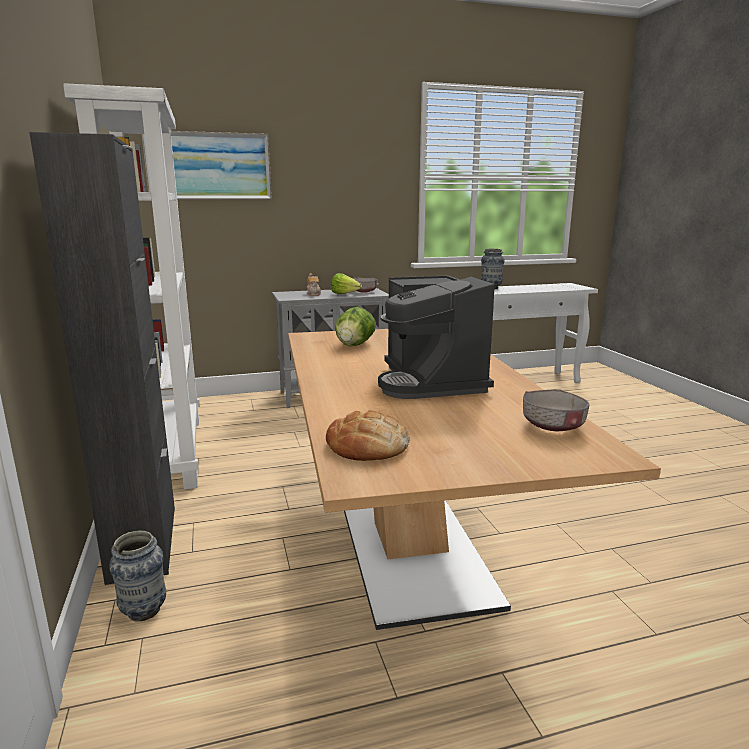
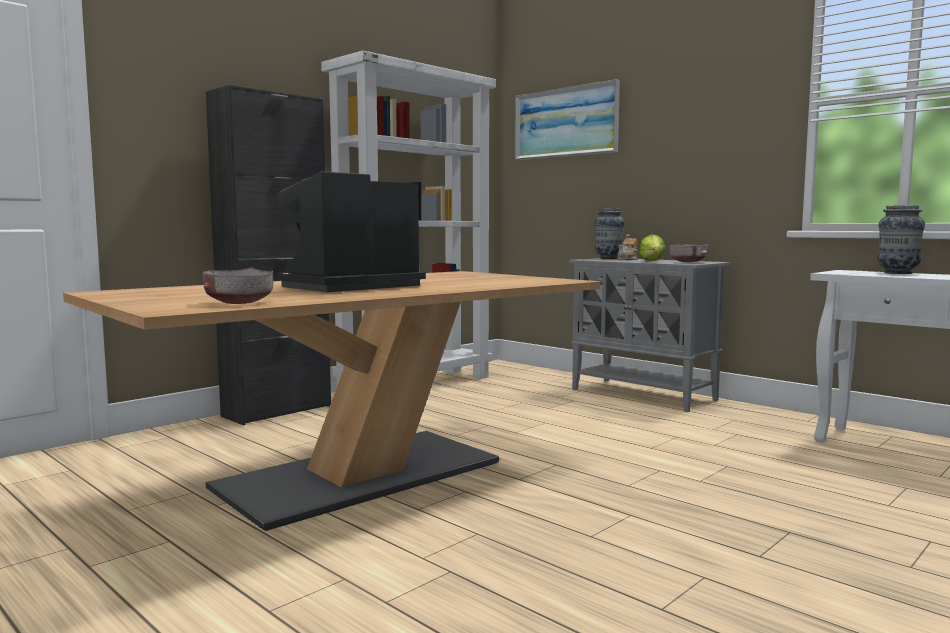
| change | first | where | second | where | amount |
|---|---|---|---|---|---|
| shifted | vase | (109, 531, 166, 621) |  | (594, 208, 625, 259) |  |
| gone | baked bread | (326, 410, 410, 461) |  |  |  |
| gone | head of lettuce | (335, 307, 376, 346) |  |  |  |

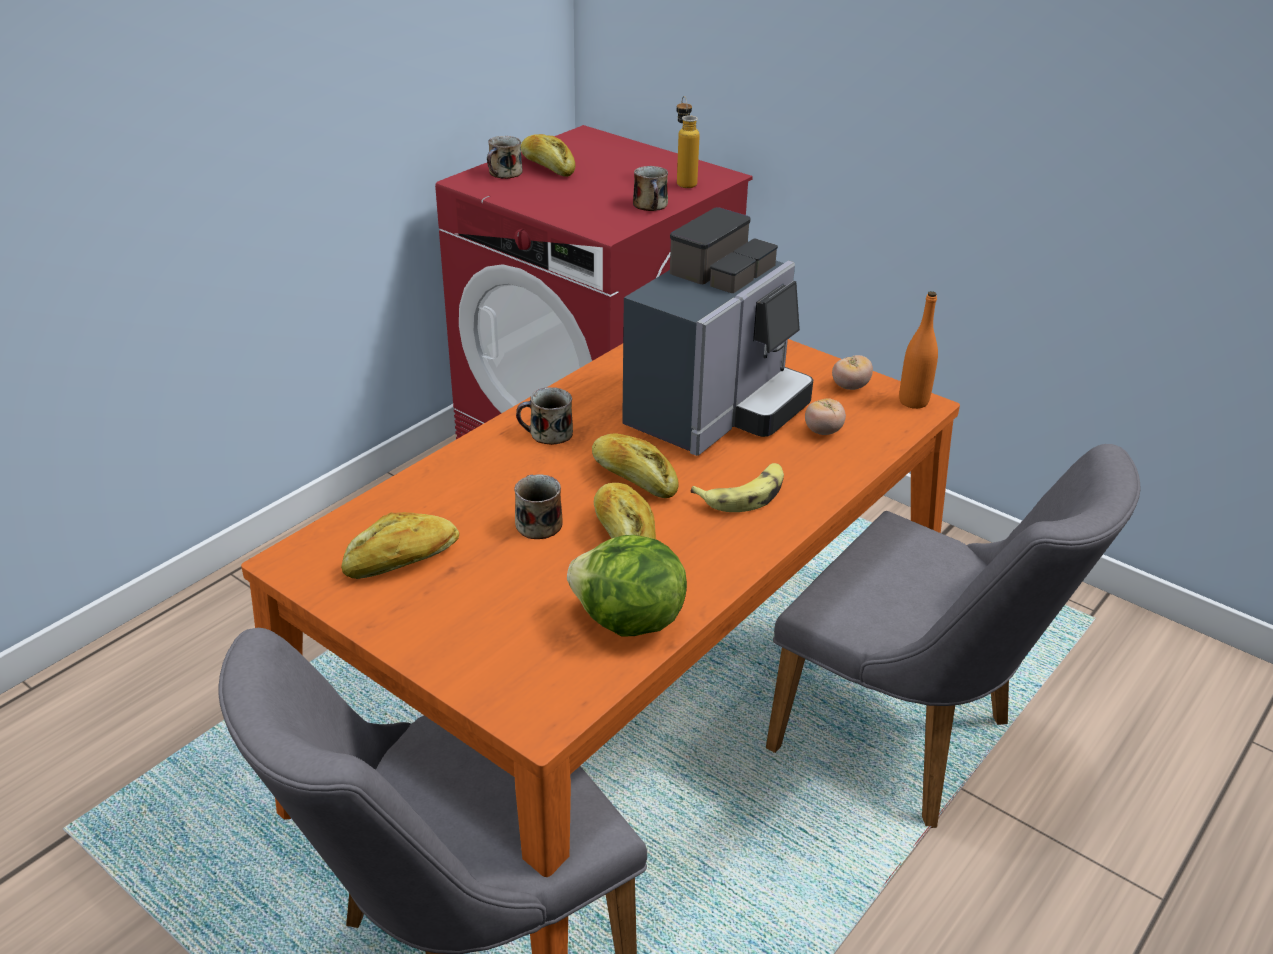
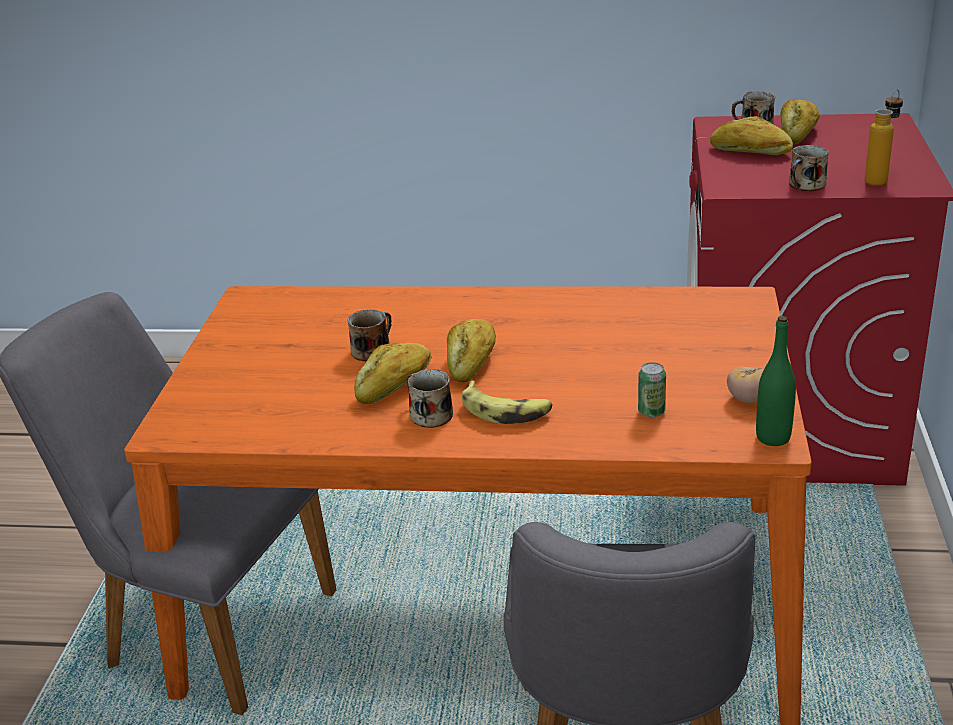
| change | first | where | second | where | amount |
|---|---|---|---|---|---|
| shifted | tea mug | (516, 387, 573, 445) |  | (407, 369, 453, 428) |  |
| swapped | whole tomato | (805, 398, 846, 435) | metal can | (638, 362, 666, 417) |  |
| shifted | baked bread | (341, 512, 459, 579) |  | (710, 116, 793, 155) |  |
| repainted | orange-coloured bottle | (899, 291, 938, 409) | green bottle | (756, 316, 796, 446) |  |
| gone | head of lettuce | (567, 535, 687, 637) |  |  |  |
| gone | coffee maker | (622, 207, 813, 456) |  |  |  |

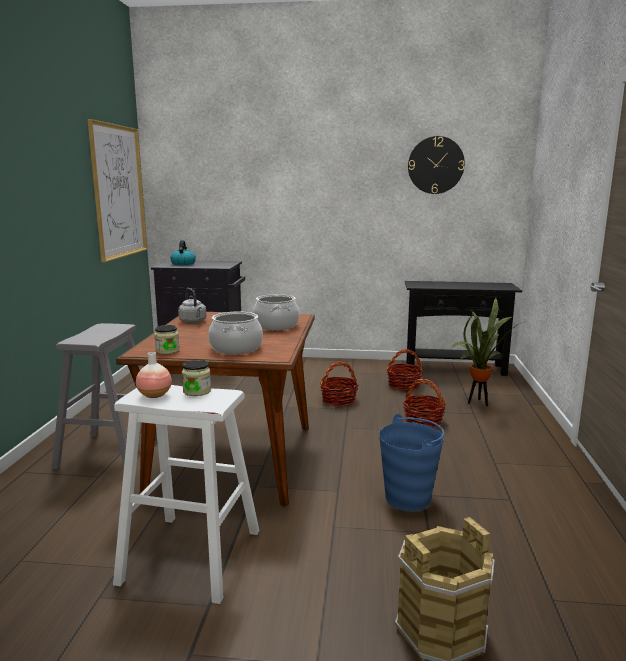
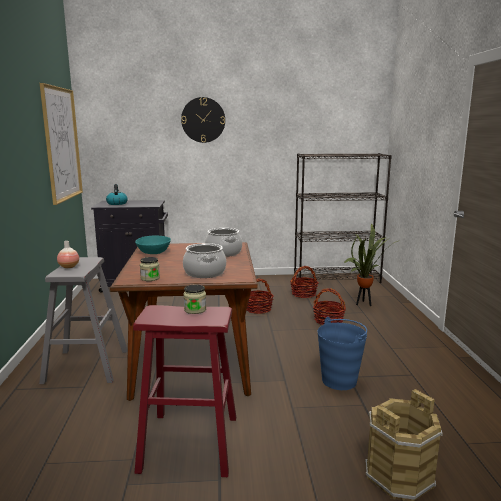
| change | first | where | second | where | amount |
|---|---|---|---|---|---|
| shifted | vase | (136, 352, 172, 398) |  | (57, 241, 79, 268) |  |
| repainted | white-coloured stool | (113, 385, 260, 604) | red stool | (133, 305, 236, 477) |  |
| swapped | greyish tea kettle | (178, 288, 206, 323) | turquoise deep dish | (135, 236, 171, 254) |  |
| shifted | clock on the wall | (408, 136, 465, 194) |  | (181, 97, 225, 143) |  |
| swapped | blackish narrow table | (405, 281, 522, 376) | blackish shelving unit | (294, 153, 392, 283) |  |

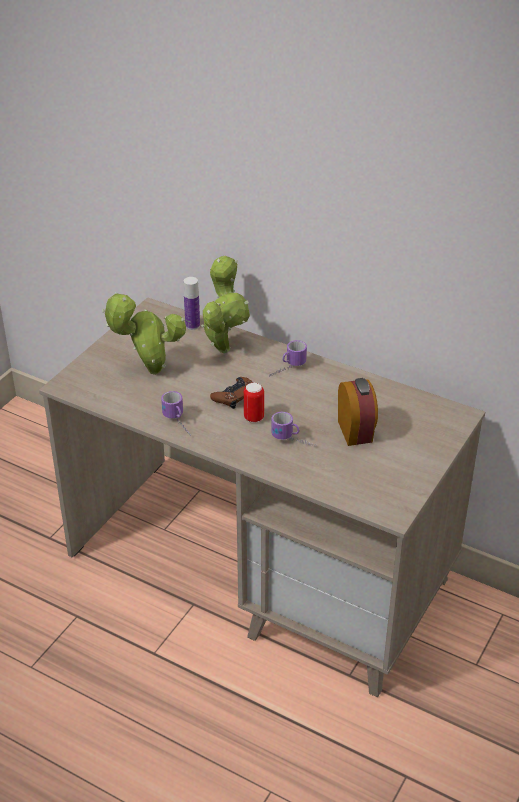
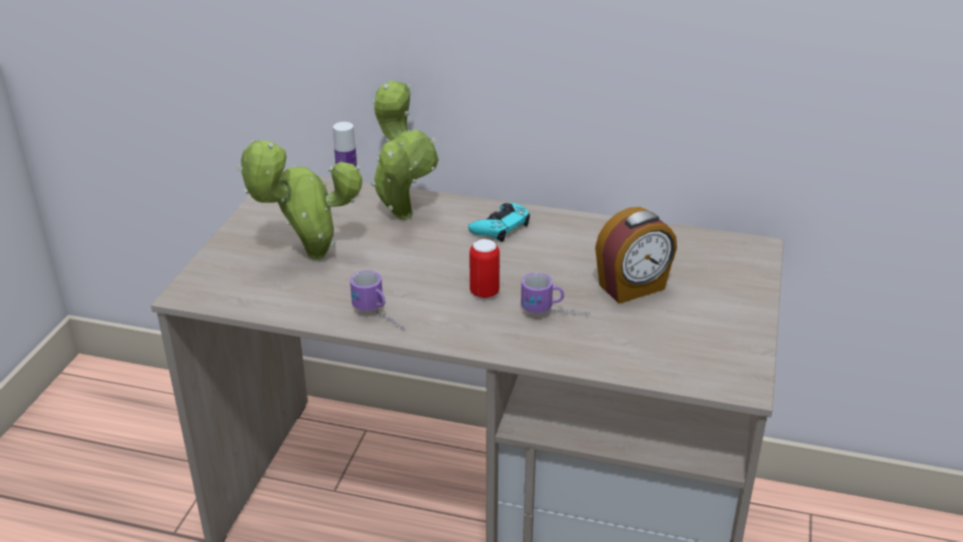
| change | first | where | second | where | amount |
|---|---|---|---|---|---|
| swapped | tea mug | (269, 340, 307, 377) | turquoise gamepad | (468, 203, 530, 242) |  |
| rotated | alarm clock | (338, 378, 378, 446) |  | (595, 207, 677, 304) | 90 degrees clockwise |
| gone | brownish gamepad | (210, 377, 254, 409) |  |  |  |

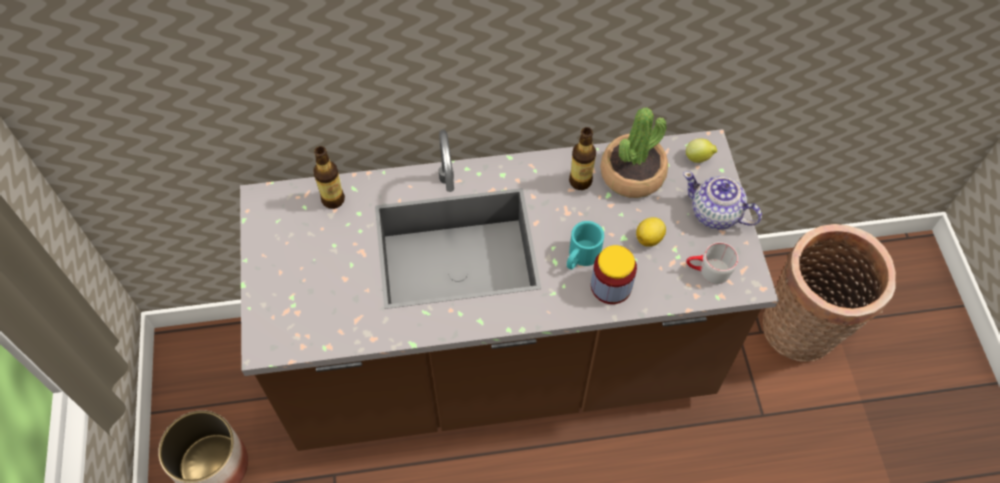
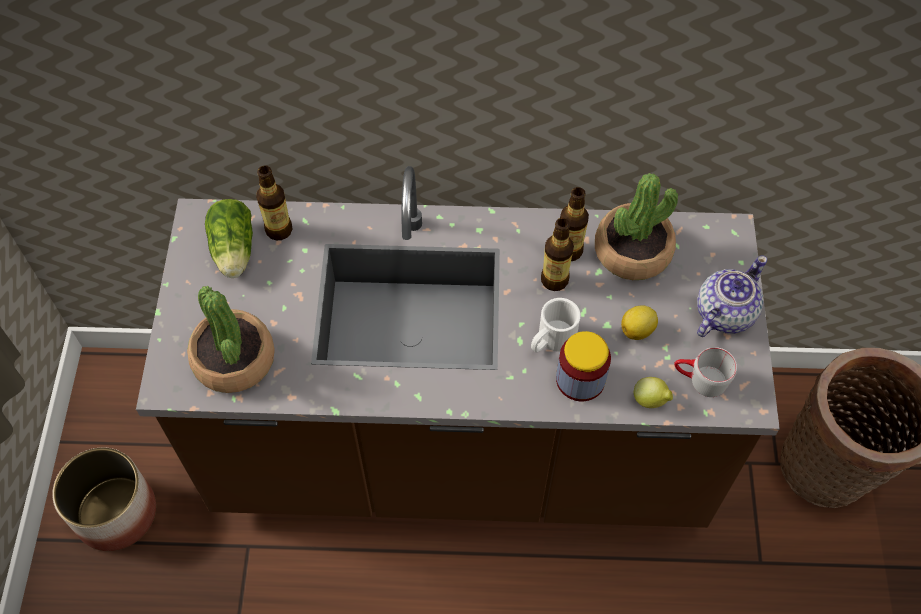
| change | first | where | second | where | amount |
|---|---|---|---|---|---|
| new |  |  | potted plant | (187, 286, 275, 393) |  |
| new |  |  | head of lettuce | (205, 199, 253, 278) |  |
| repainted | turquoise tea mug | (567, 221, 604, 270) | white-coloured tea mug | (531, 298, 581, 353) |  |
| new |  |  | bottle | (541, 218, 574, 291) |  |
| shifted | whole lemon | (686, 138, 717, 163) |  | (634, 377, 673, 408) |  |
| rotated | teapot | (683, 171, 762, 230) |  | (697, 255, 767, 337) | 90 degrees clockwise |

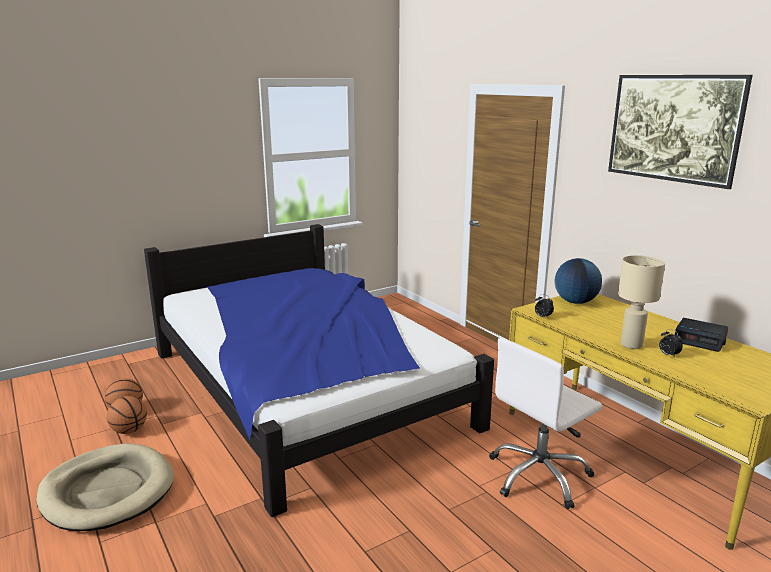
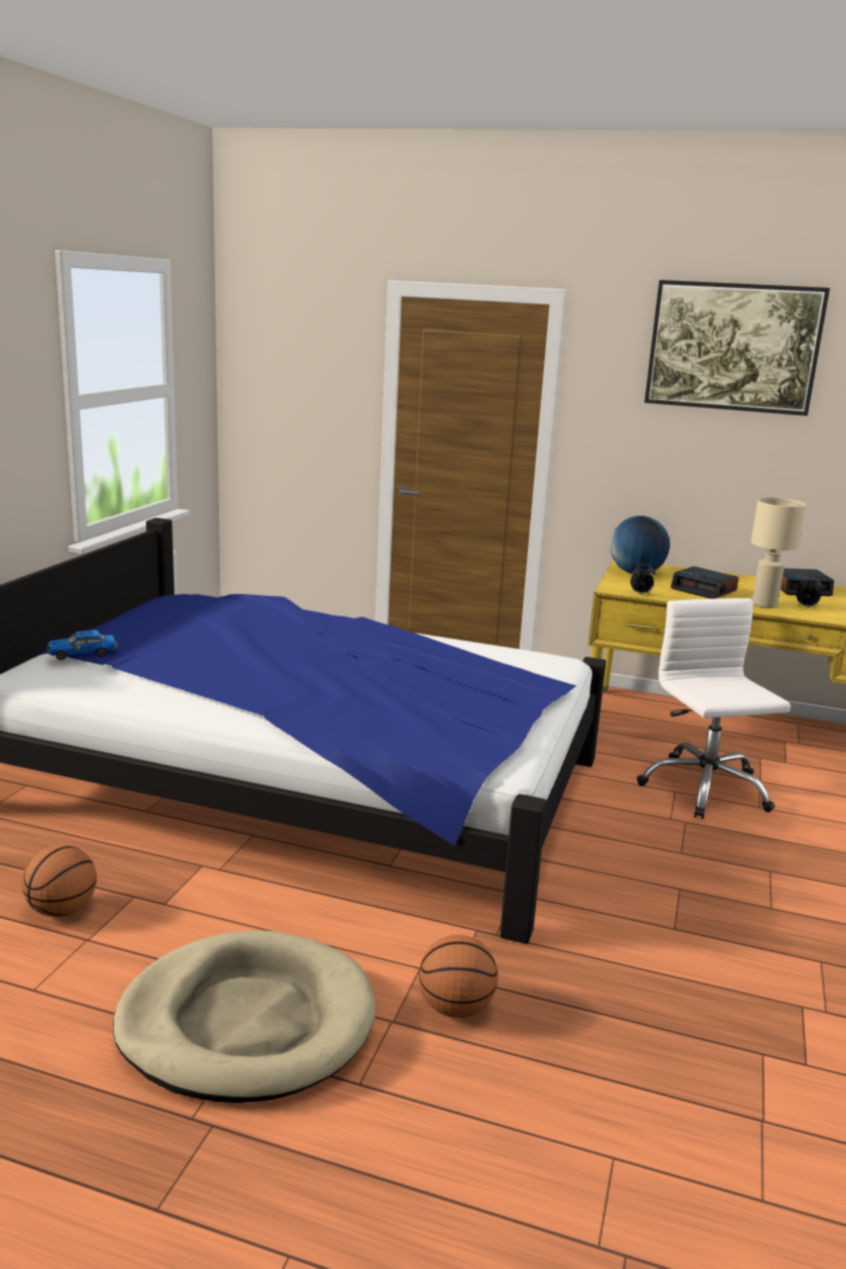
| change | first | where | second | where | amount |
|---|---|---|---|---|---|
| new |  |  | miniature car | (47, 630, 118, 660) |  |
| shifted | basketball ball | (107, 396, 147, 434) |  | (419, 935, 498, 1018) |  |
| rotated | white-coloured computer chair | (489, 338, 602, 509) |  | (637, 598, 791, 819) | 150 degrees clockwise |
| new |  |  | alarm clock | (671, 566, 739, 599) |  |

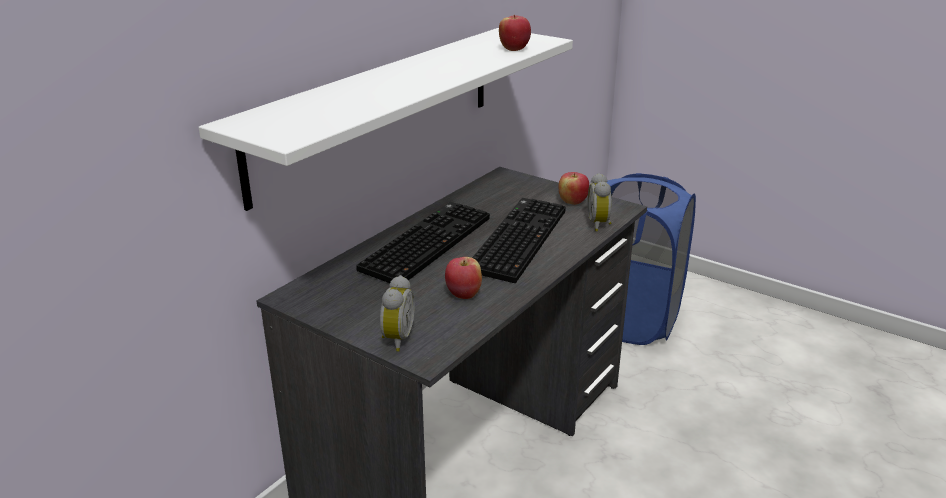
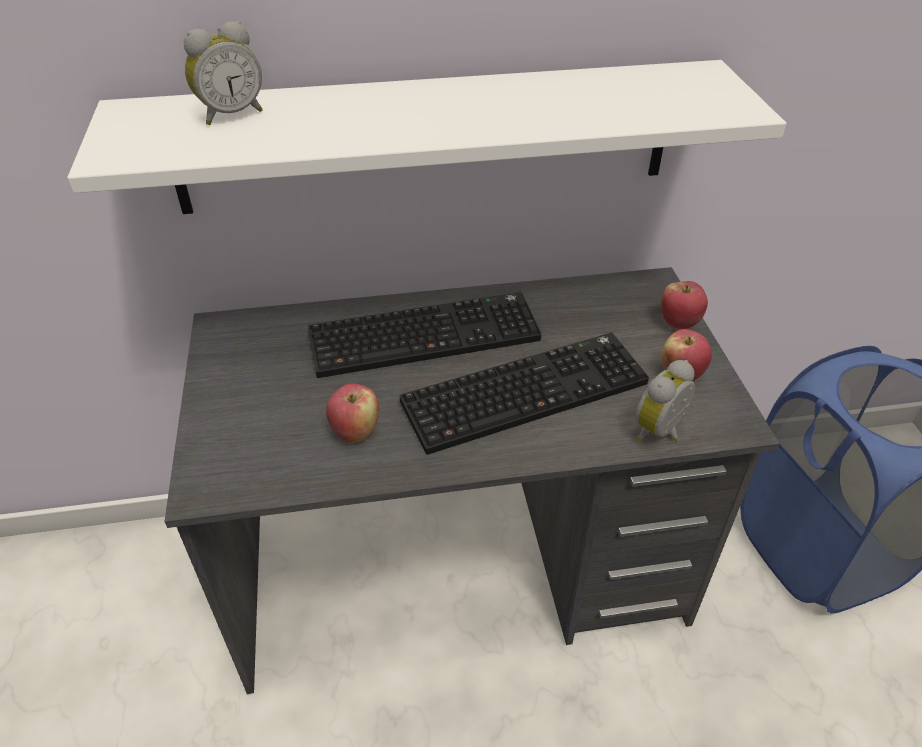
| change | first | where | second | where | amount |
|---|---|---|---|---|---|
| shifted | alarm clock | (380, 275, 415, 351) |  | (184, 21, 263, 125) |  |
| shifted | apple | (499, 15, 531, 51) |  | (661, 281, 708, 329) |  |

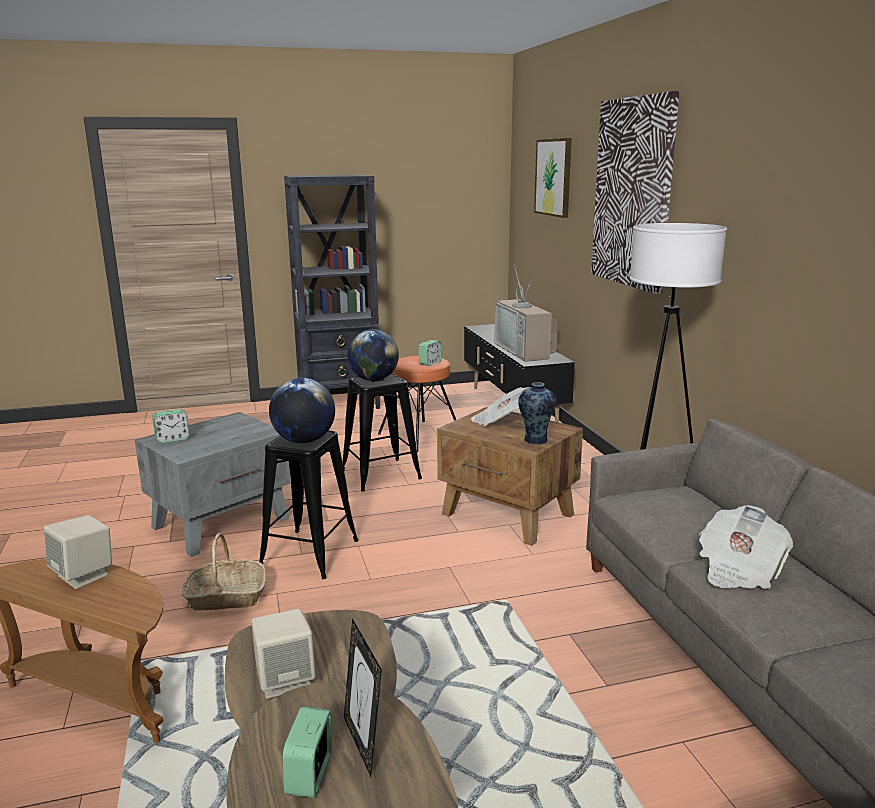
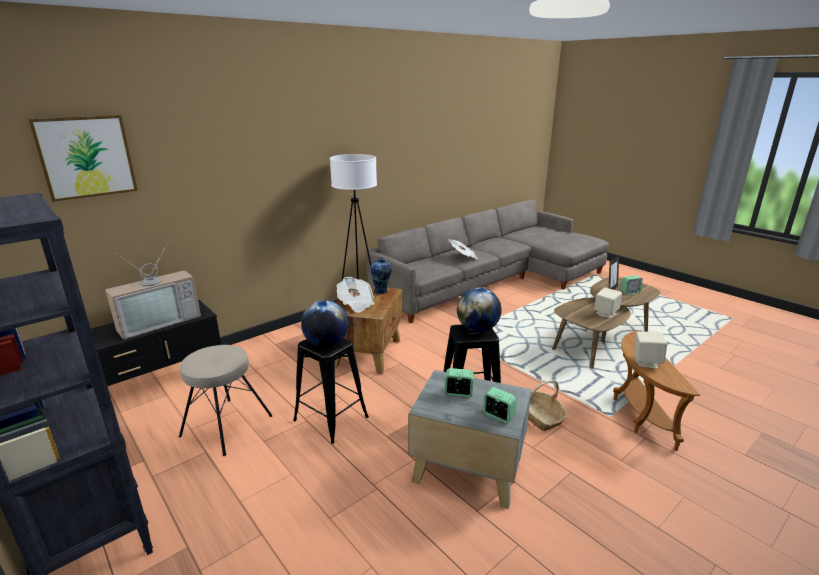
| change | first | where | second | where | amount |
|---|---|---|---|---|---|
| repainted | orange-coloured stool | (378, 356, 456, 452) | beige stool | (179, 345, 273, 456) |  |
| shifted | alarm clock | (418, 340, 441, 366) |  | (445, 368, 474, 398) |  |
| gone | wall picture | (591, 91, 679, 294) |  |  |  |

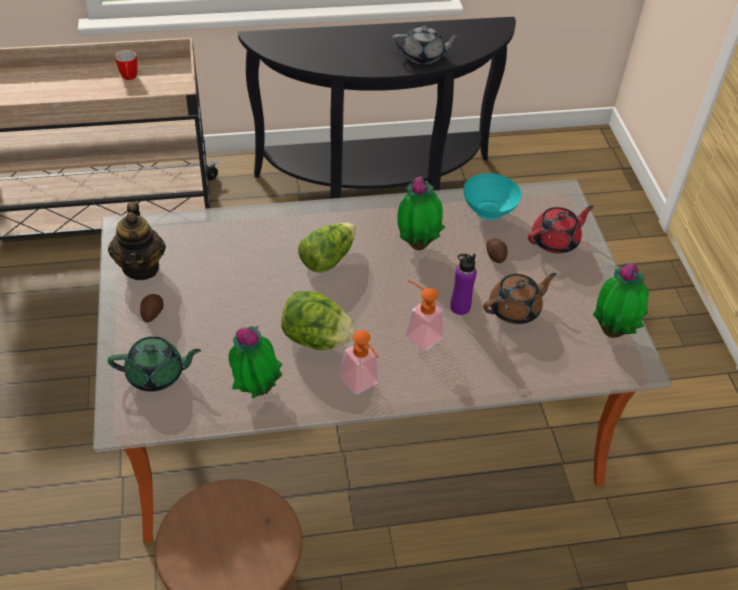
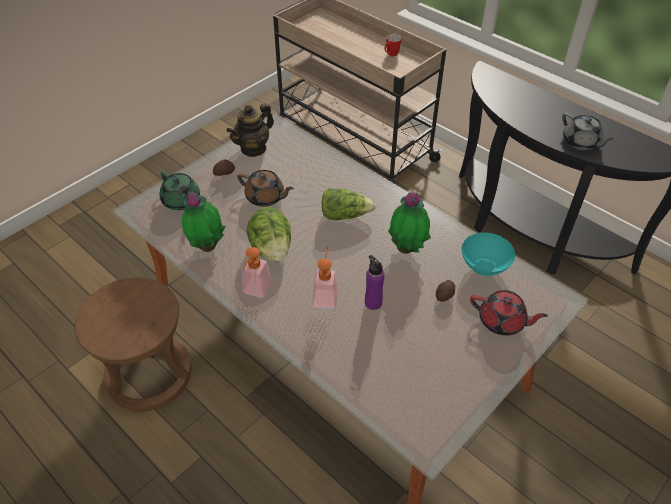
| change | first | where | second | where | amount |
|---|---|---|---|---|---|
| shifted | brownish teapot | (483, 273, 557, 324) |  | (237, 170, 294, 207) |  |
| gone | potted plant | (593, 262, 649, 338) |  |  |  |

